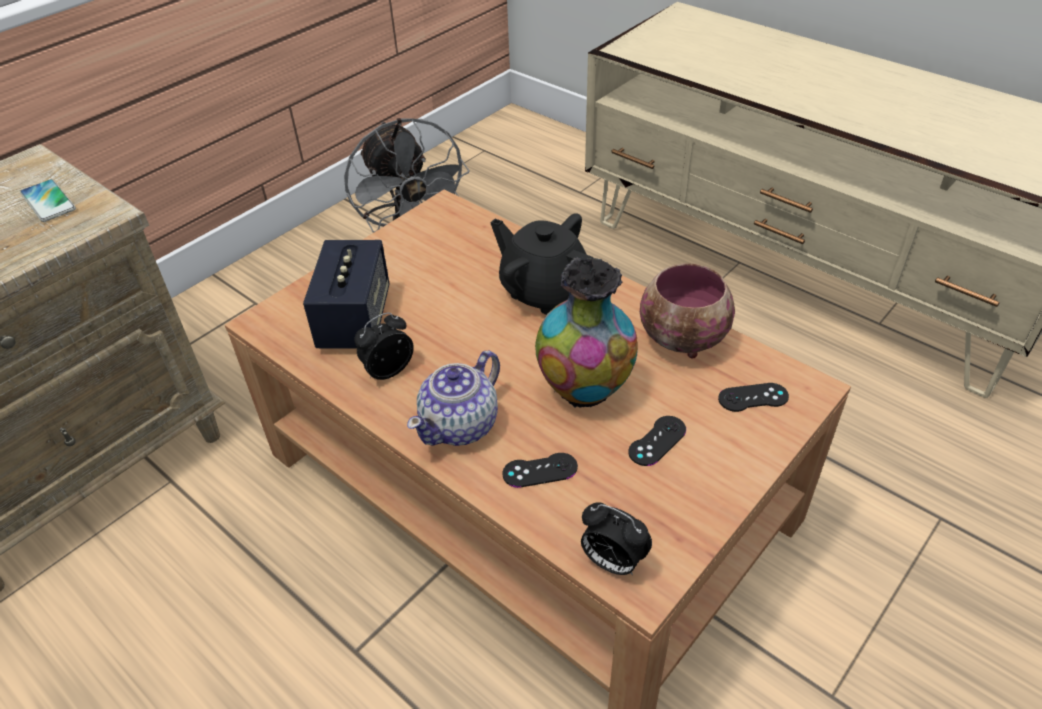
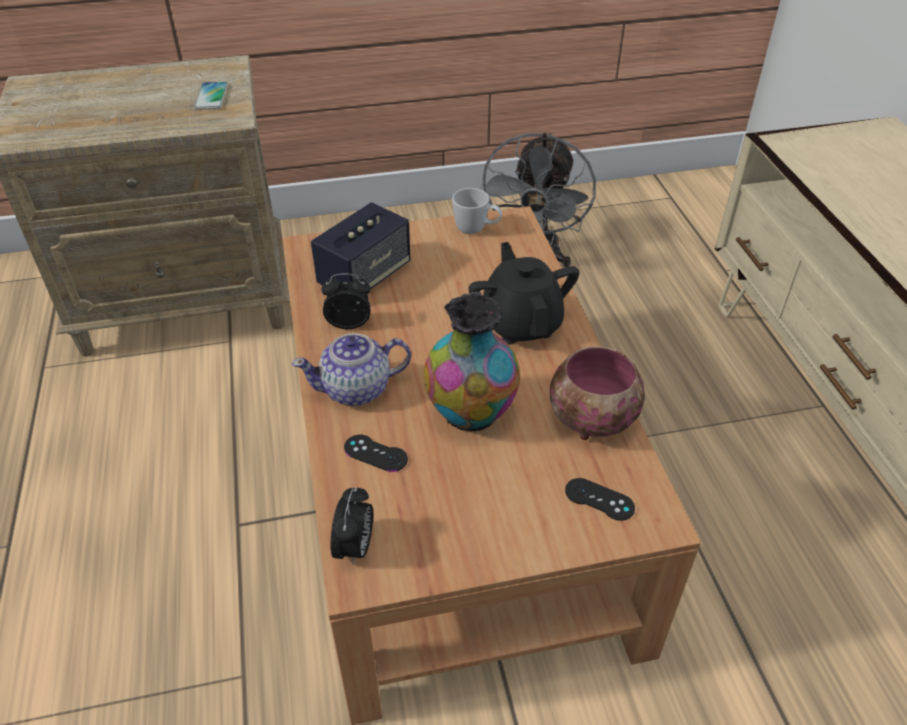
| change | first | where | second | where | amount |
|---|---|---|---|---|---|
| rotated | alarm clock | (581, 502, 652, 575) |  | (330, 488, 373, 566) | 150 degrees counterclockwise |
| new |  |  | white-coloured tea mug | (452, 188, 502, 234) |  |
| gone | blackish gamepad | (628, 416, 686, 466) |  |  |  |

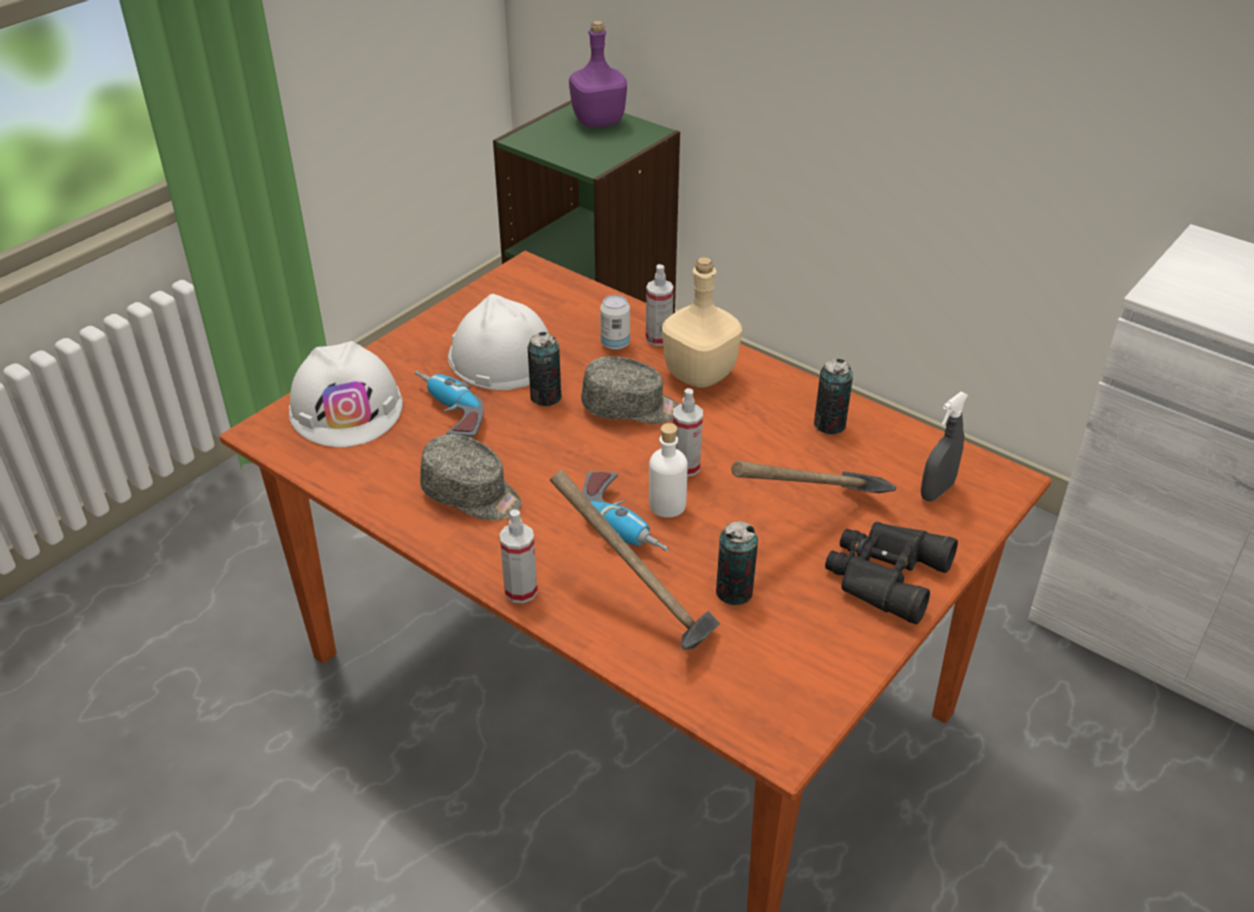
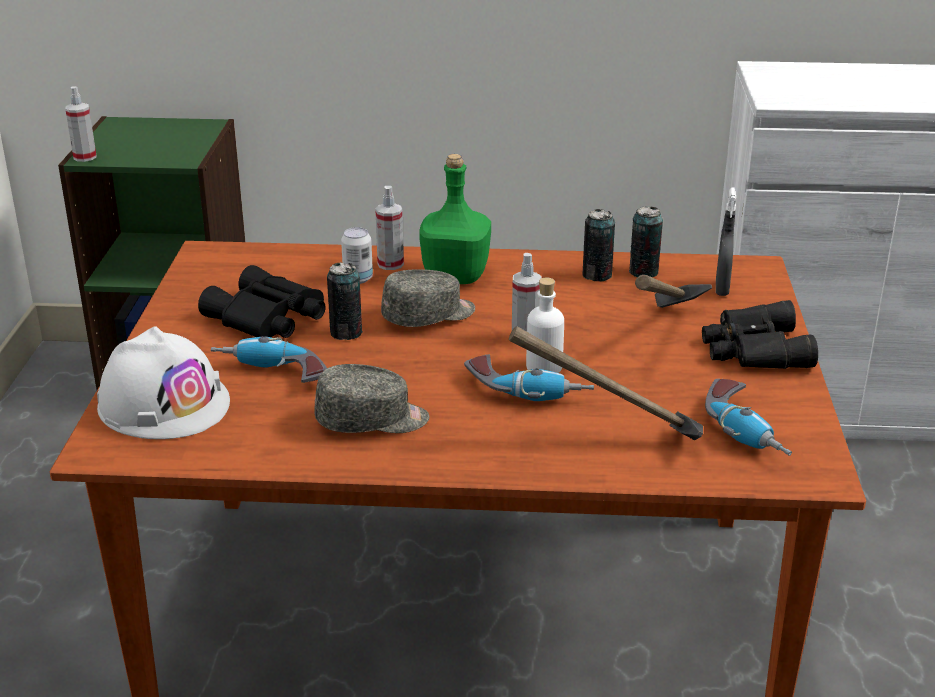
| change | first | where | second | where | amount |
|---|---|---|---|---|---|
| shifted | hand sprayer | (499, 509, 538, 603) |  | (65, 86, 97, 162) |  |
| swapped | white-coloured hard hat | (448, 294, 549, 390) | blackish pair of binoculars | (198, 265, 326, 338) |  |
| repainted | beige bottle | (662, 257, 742, 388) | green bottle | (419, 154, 491, 284) |  |
| shifted | metal can | (716, 521, 758, 605) |  | (629, 207, 663, 277) |  |
| new |  |  | drill | (705, 379, 792, 456) |  |
| gone | purple bottle | (569, 21, 627, 128) |  |  |  |

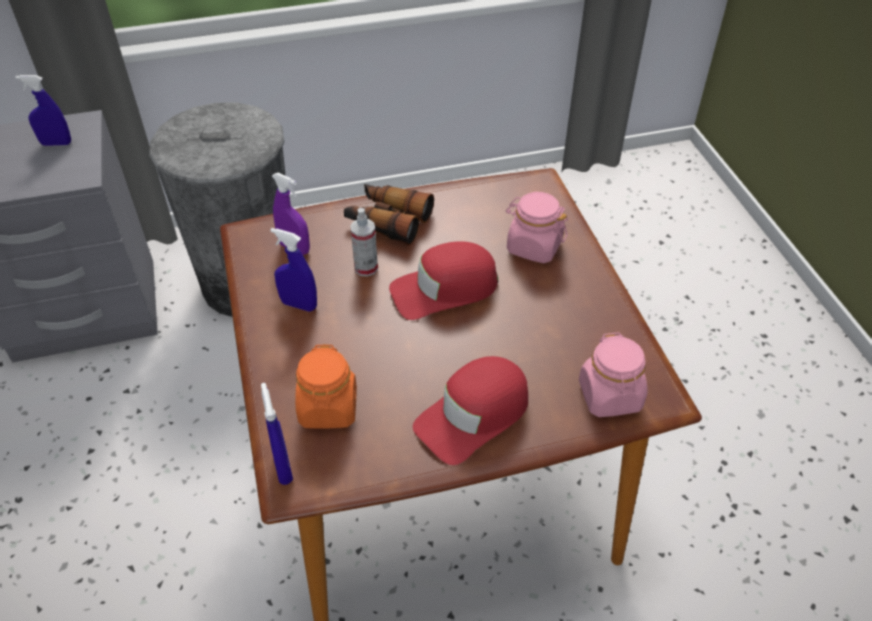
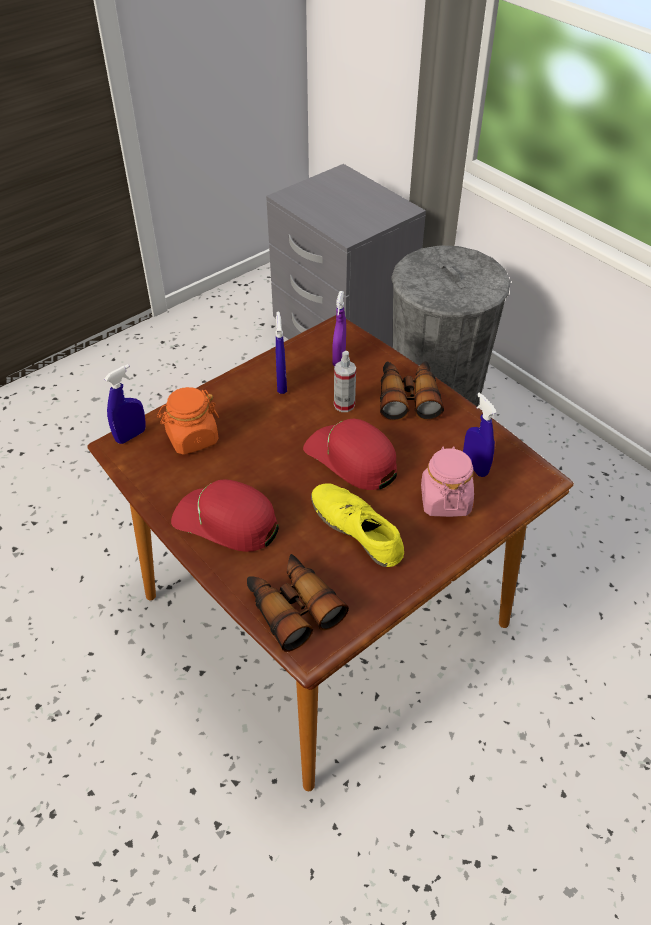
| change | first | where | second | where | amount |
|---|---|---|---|---|---|
| swapped | pinkish storage jar | (579, 332, 647, 417) | pair of binoculars | (247, 554, 349, 652) |  |
| new |  |  | yellow-coloured low shoe | (311, 483, 404, 567) |  |
| shifted | blue hand sprayer | (15, 75, 71, 146) |  | (463, 393, 497, 477) |  |

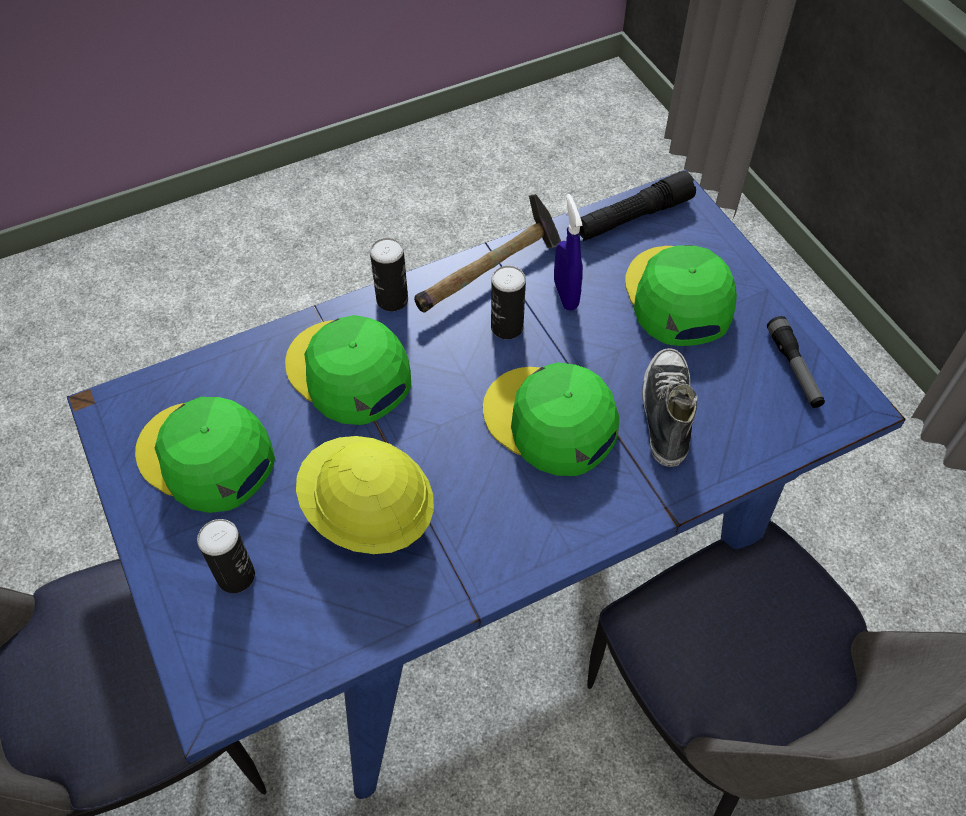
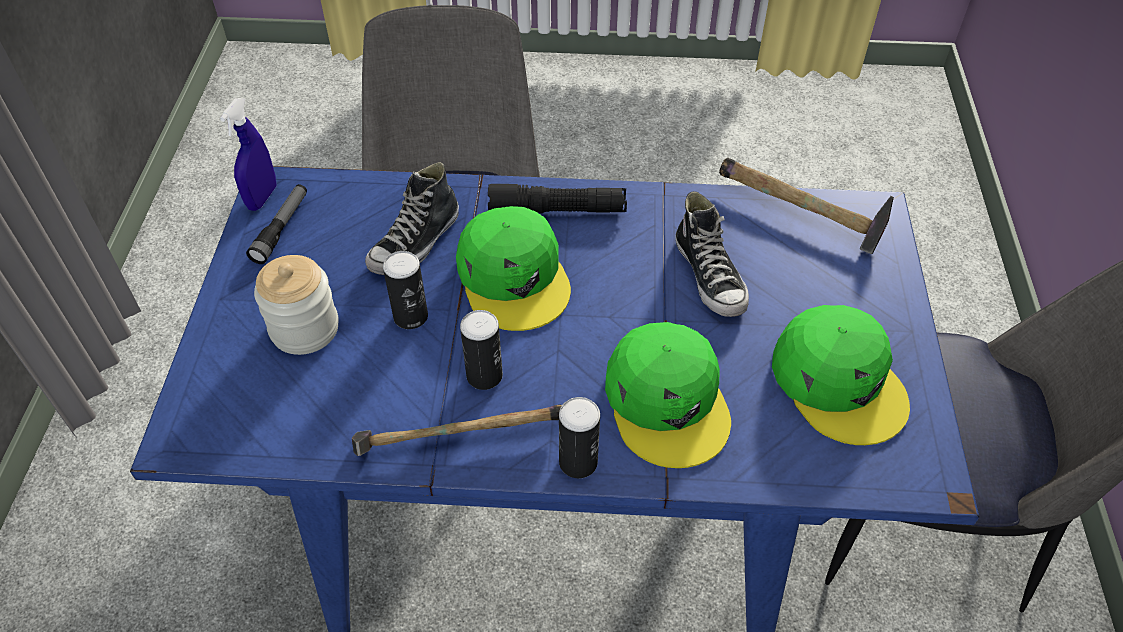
| change | first | where | second | where | amount |
|---|---|---|---|---|---|
| shifted | blue hand sprayer | (554, 194, 583, 311) |  | (220, 98, 277, 211) |  |
| swapped | green baseball cap | (625, 245, 737, 346) | storage jar | (254, 255, 339, 355) |  |
| shifted | metal can | (197, 519, 255, 593) |  | (383, 251, 428, 329) |  |
| shifted | blackish flashlight | (580, 171, 696, 241) |  | (488, 184, 627, 213) |  |
| swapped | yellow-coloured hard hat | (296, 436, 434, 554) | low shoe | (675, 191, 749, 317) |  |
| new |  |  | tool hammer | (719, 158, 894, 254) |  |

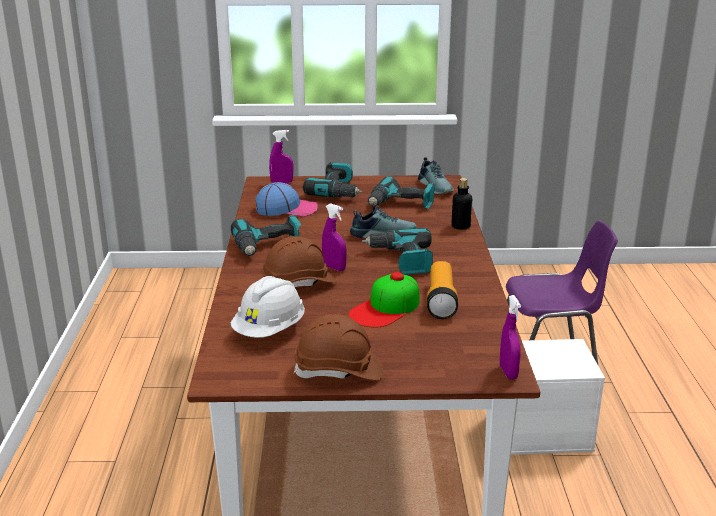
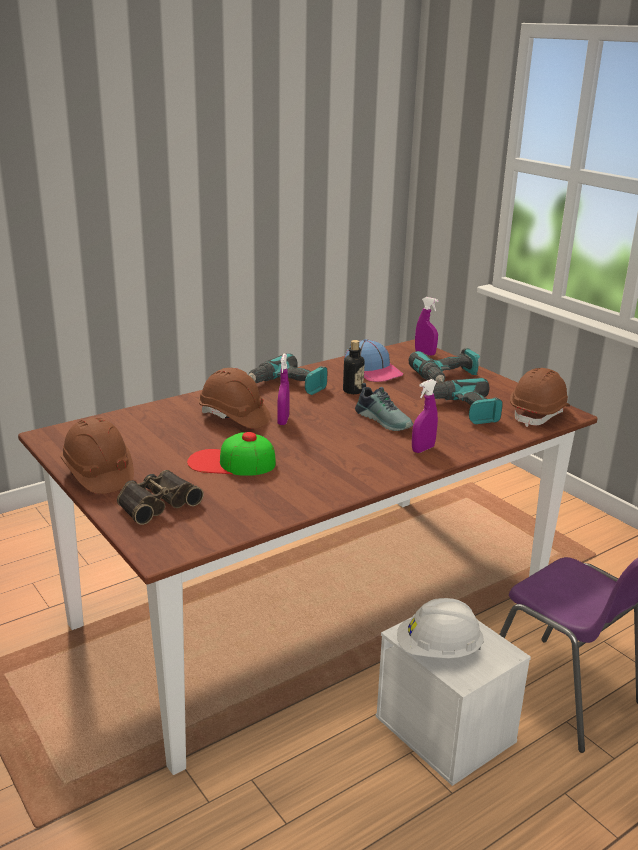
| change | first | where | second | where | amount |
|---|---|---|---|---|---|
| new |  |  | pair of binoculars | (117, 470, 204, 525) |  |
| shifted | bottle | (451, 178, 472, 230) |  | (343, 340, 365, 394) |  |
| shifted | white-coloured hard hat | (231, 276, 305, 338) |  | (397, 598, 484, 659) |  |
| shifted | purple hand sprayer | (500, 295, 521, 379) |  | (412, 379, 438, 453) |  |
| swapped | low shoe | (418, 157, 454, 194) | brownish hard hat | (510, 368, 570, 427) |  |
| gone | drill | (362, 228, 433, 275) |  |  |  |
| gone | flashlight | (427, 261, 458, 319) |  |  |  |

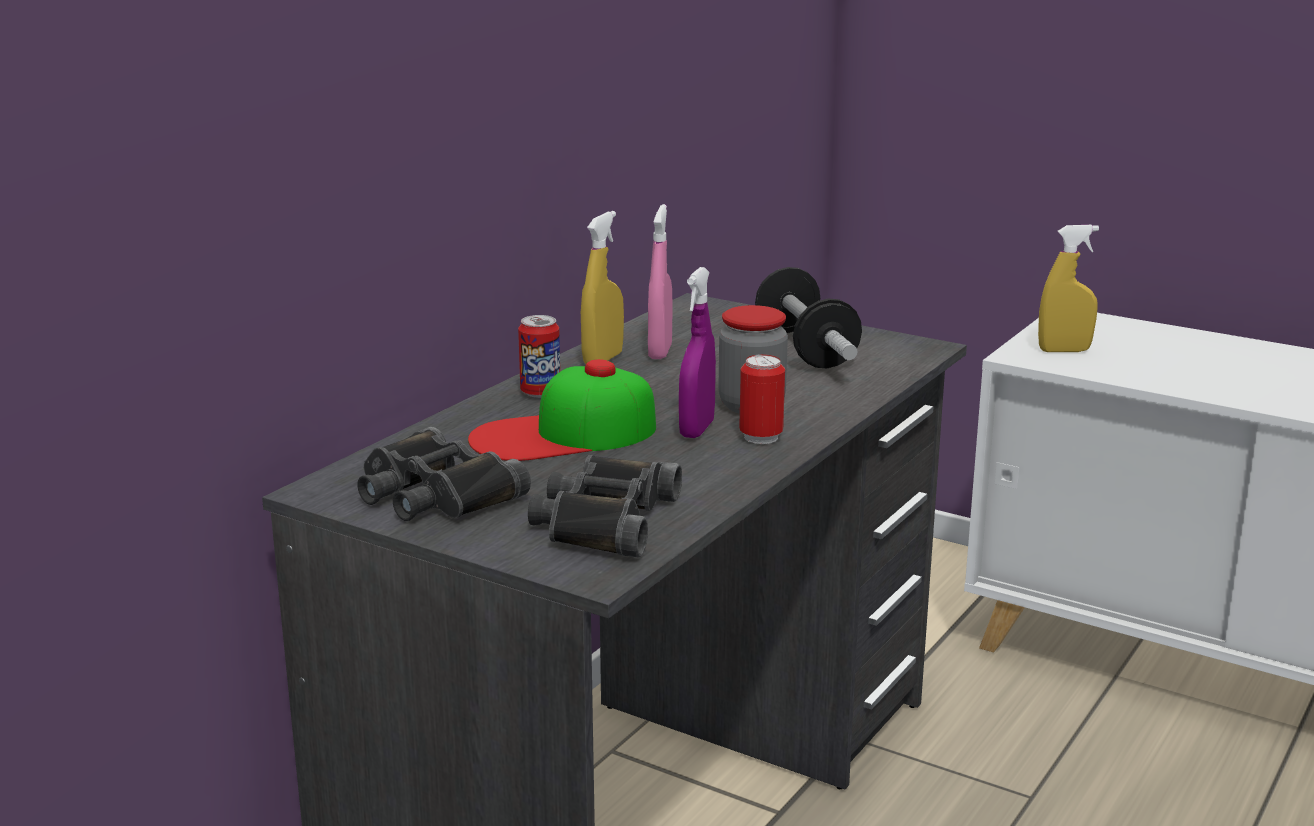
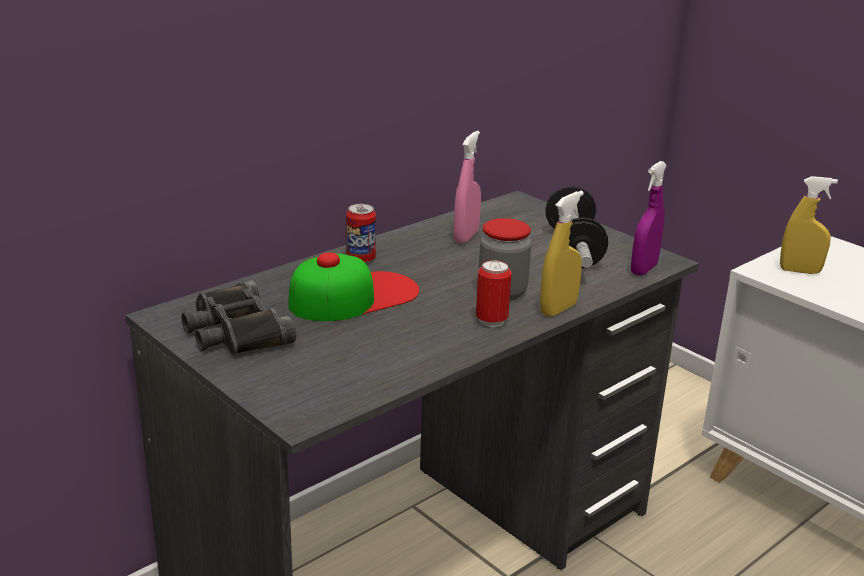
| change | first | where | second | where | amount |
|---|---|---|---|---|---|
| rotated | baseball cap | (468, 359, 656, 461) |  | (288, 252, 419, 321) | 150 degrees clockwise |
| shifted | yellow-coloured hand sprayer | (581, 211, 624, 364) |  | (540, 191, 584, 317) |  |
| shifted | purple hand sprayer | (679, 267, 716, 438) |  | (631, 161, 667, 276) |  |
| gone | blackish pair of binoculars | (528, 455, 682, 558) |  |  |  |

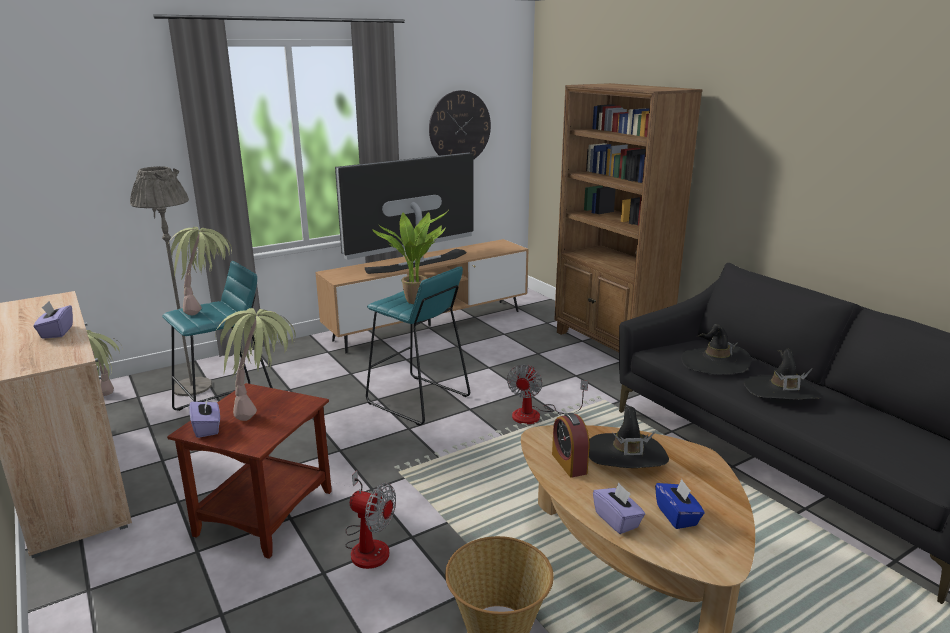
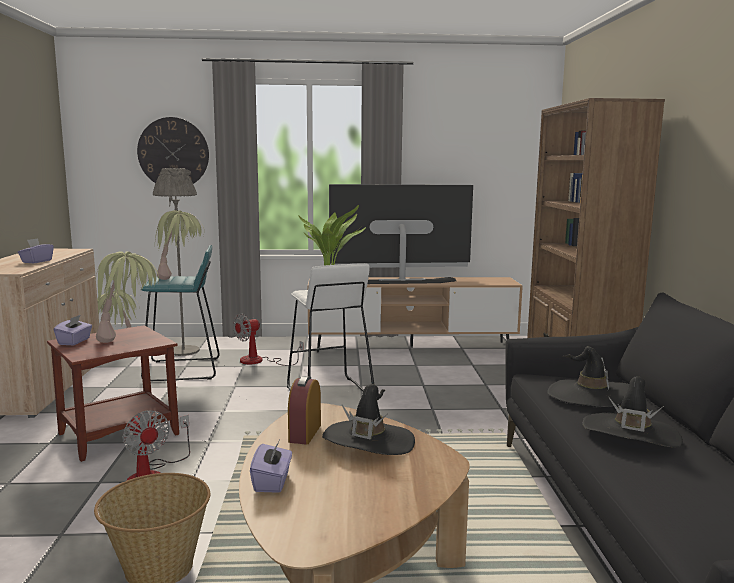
| change | first | where | second | where | amount |
|---|---|---|---|---|---|
| shifted | clock on the wall | (429, 90, 491, 159) |  | (137, 117, 209, 184) |  |
| shifted | fan | (507, 365, 588, 424) |  | (233, 313, 304, 366) |  |
| repainted | turquoise stool | (366, 267, 470, 426) | white-coloured stool | (287, 263, 374, 391) |  |
| gone | blue box of tissues | (655, 479, 705, 529) |  |  |  |

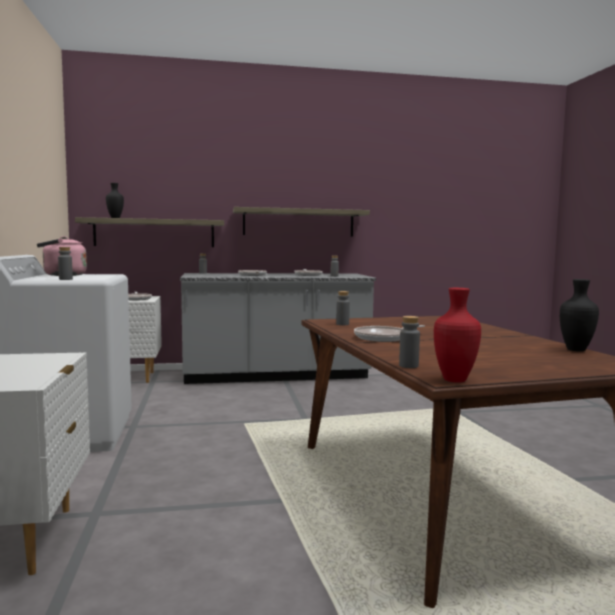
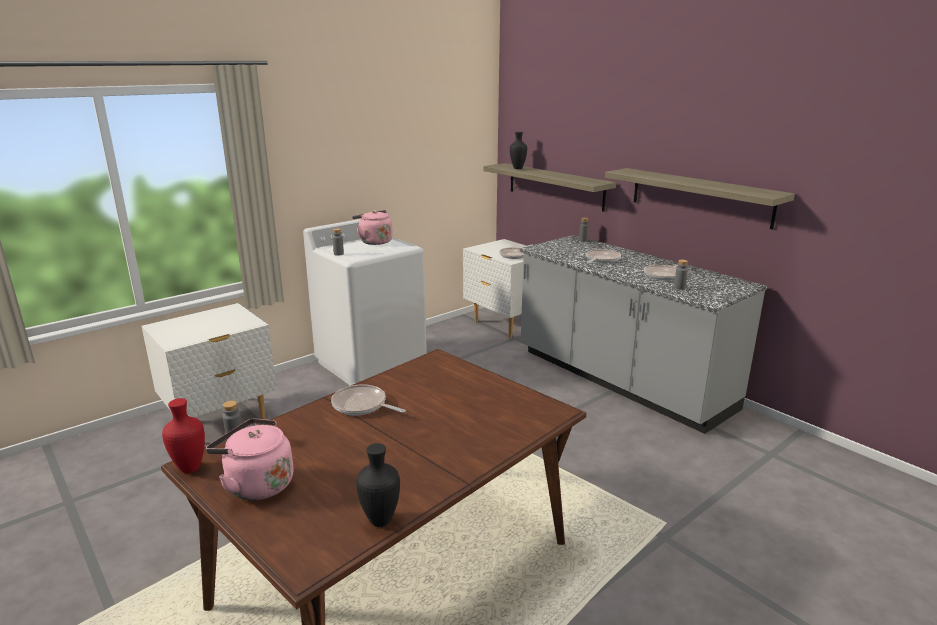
| change | first | where | second | where | amount |
|---|---|---|---|---|---|
| new |  |  | pinkish tea kettle | (206, 418, 294, 500) |  |
| gone | greyish bottle | (336, 291, 350, 326) |  |  |  |

